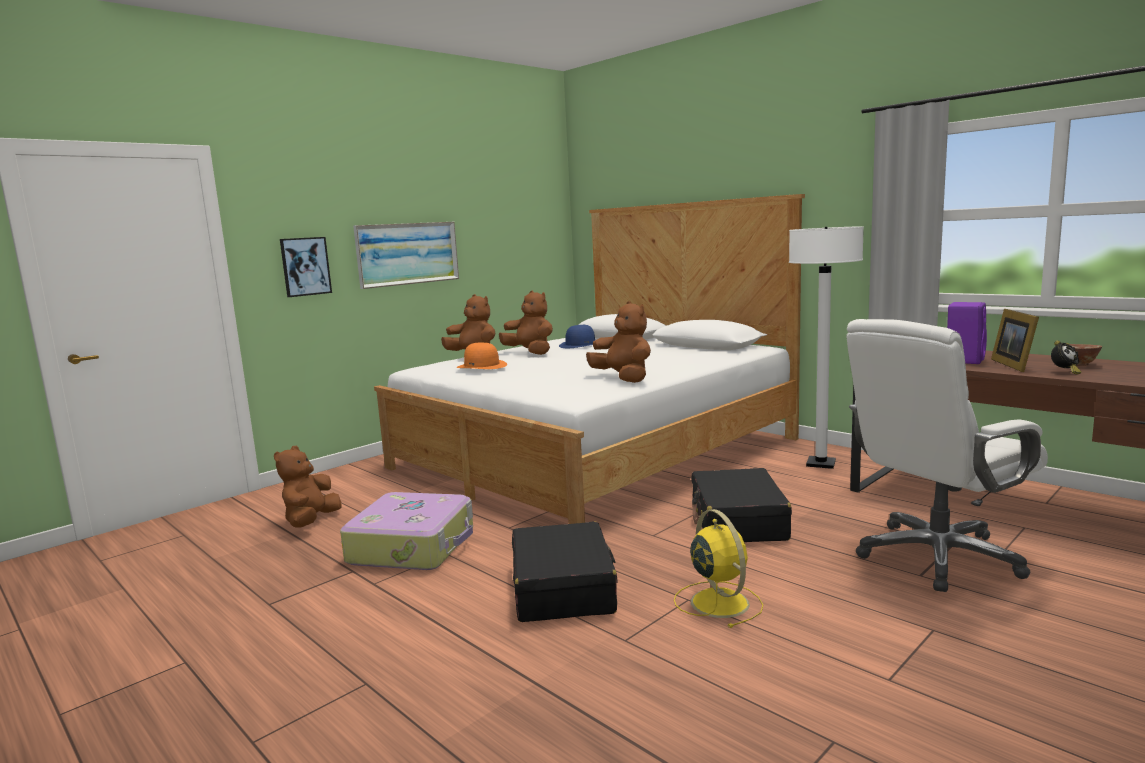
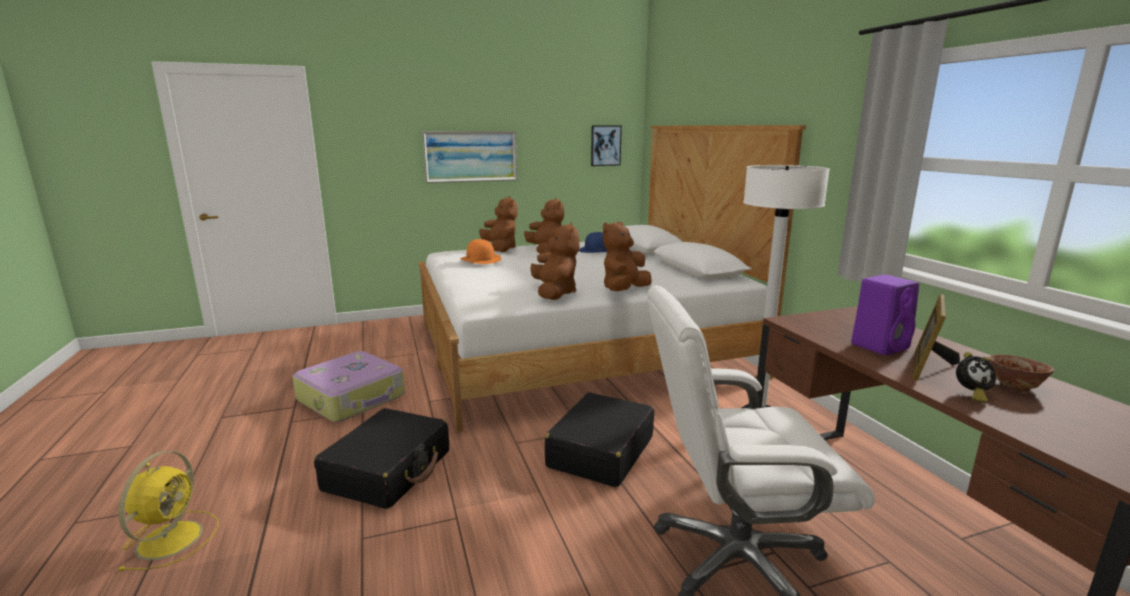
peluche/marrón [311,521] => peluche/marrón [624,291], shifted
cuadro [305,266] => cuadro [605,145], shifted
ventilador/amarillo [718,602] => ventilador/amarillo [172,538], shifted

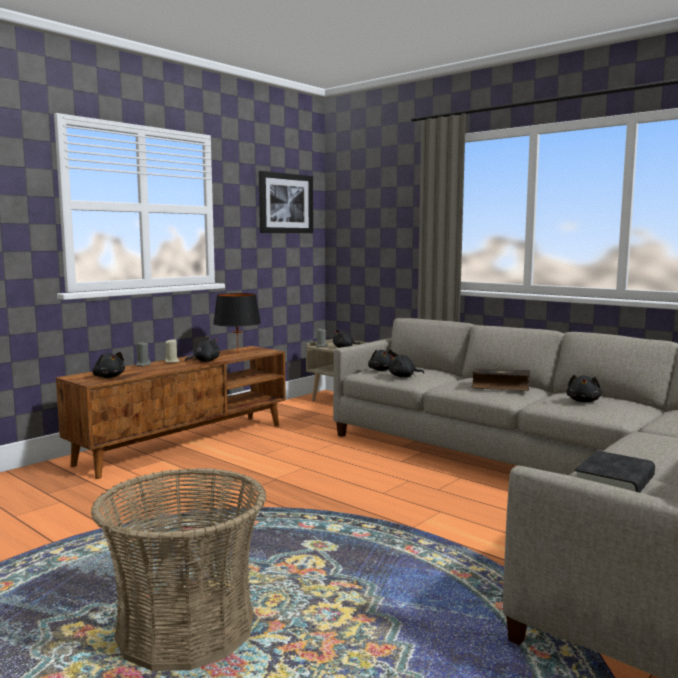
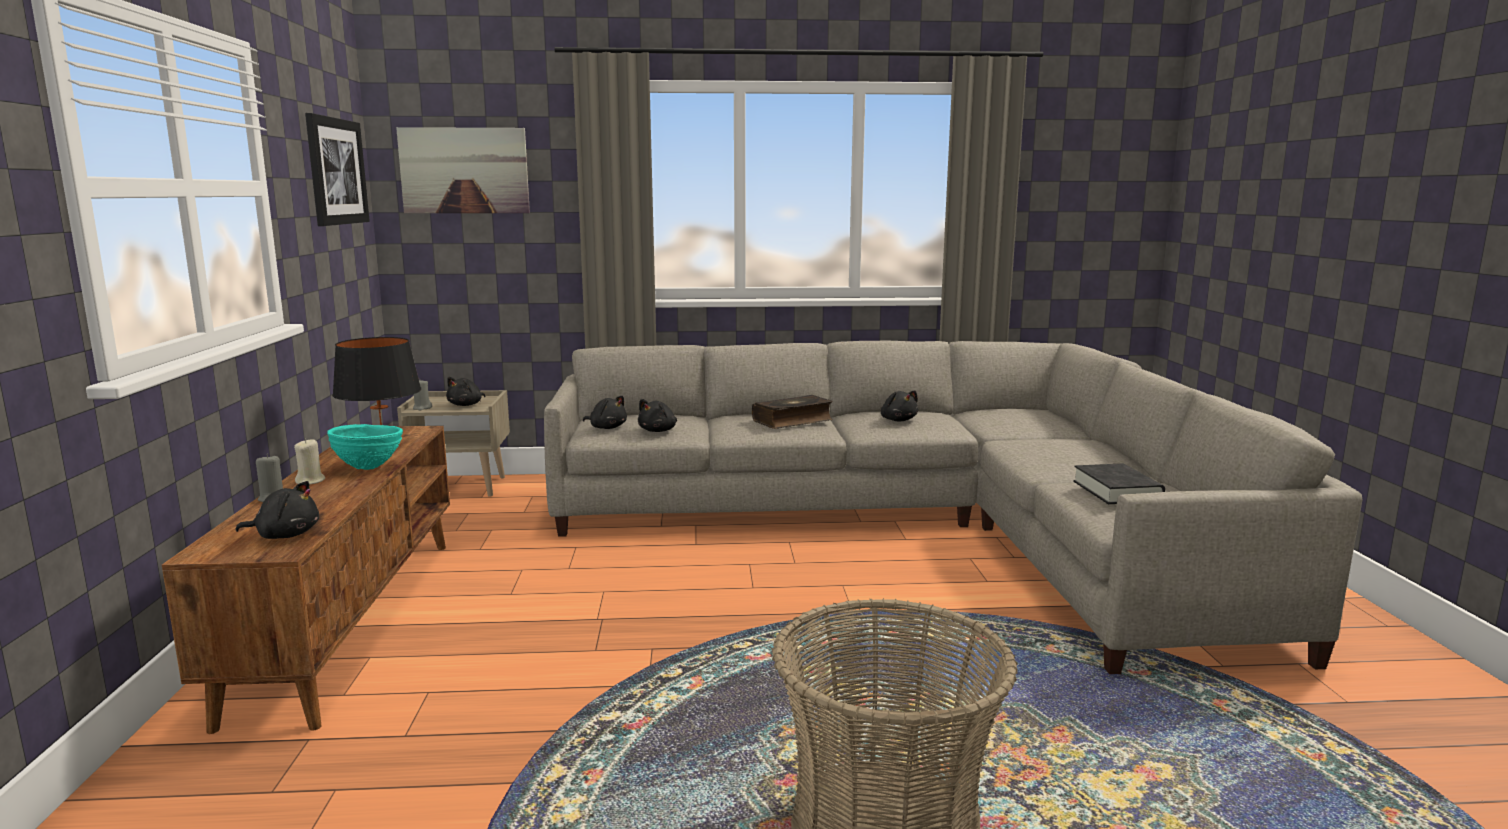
nothing => cuadro [464,170]
peluche/negro [204,361] => cuenco/turquesa [369,468]

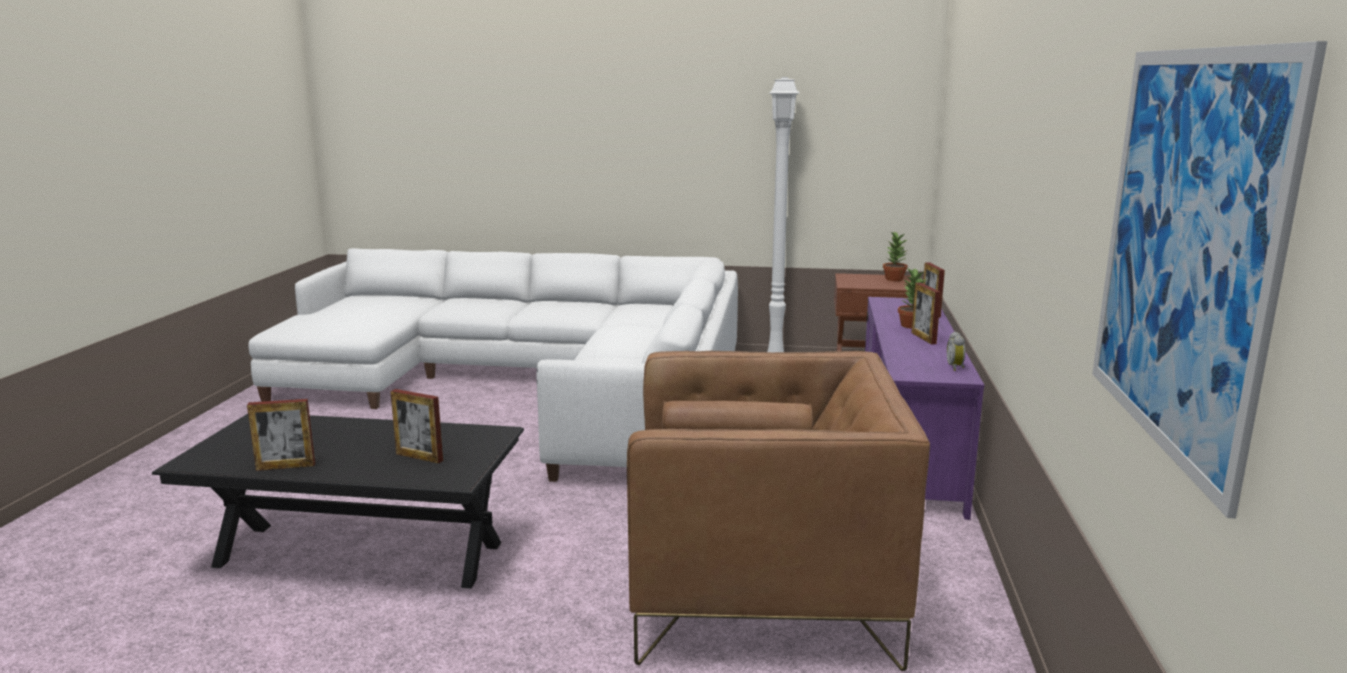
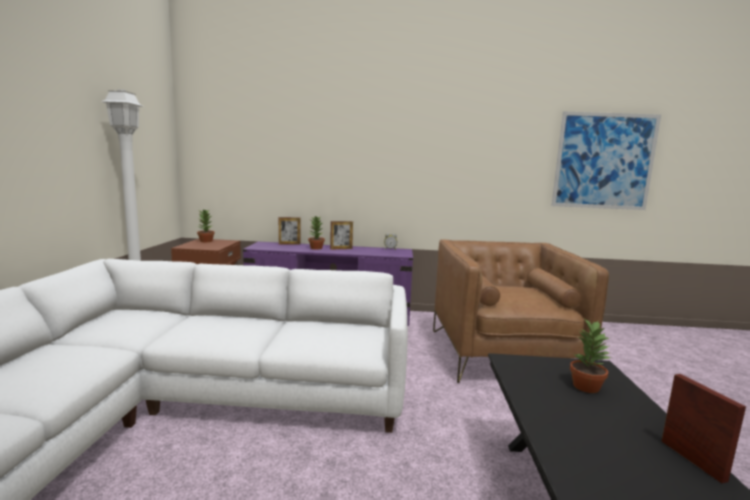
portarretratos [419,457] => planta en maceta [585,386]

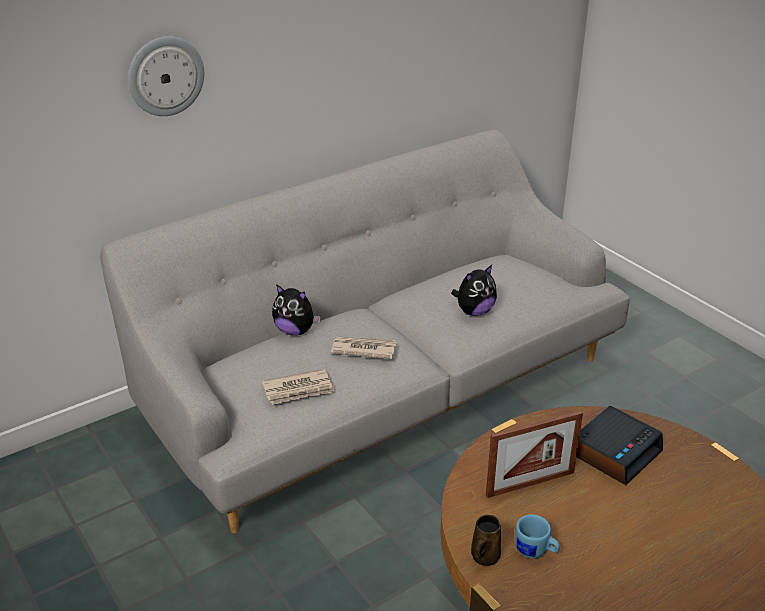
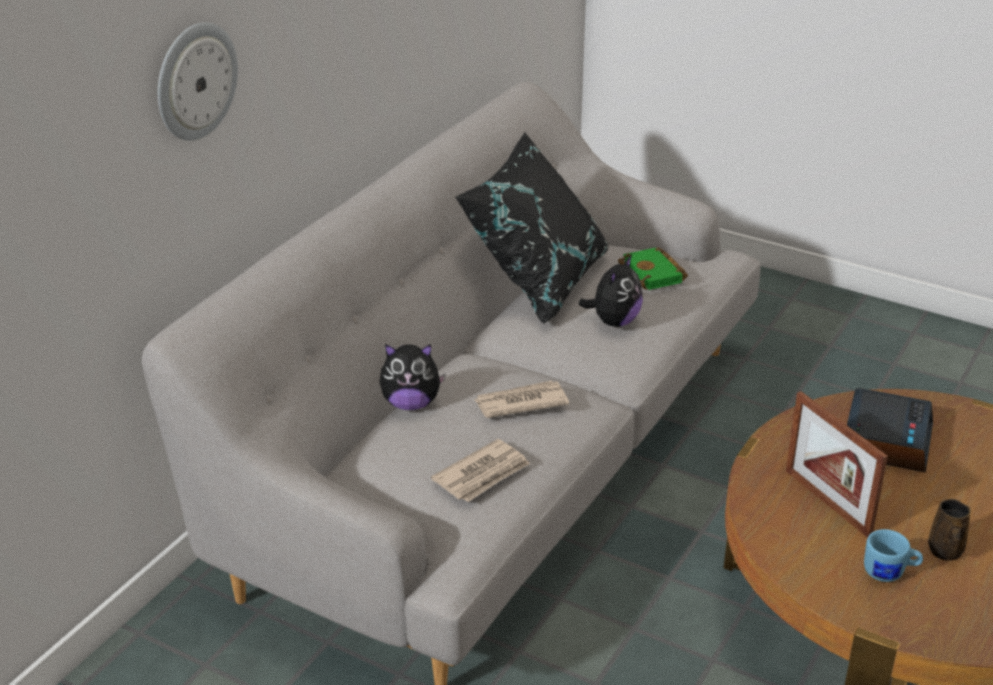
nothing => cojín/negro [536,281]
nothing => libro/verde [655,274]
taza grande/marrón [484,557] => taza grande/marrón [945,552], shifted
portarretratos [530,484] => portarretratos [827,502], 105 degrees clockwise

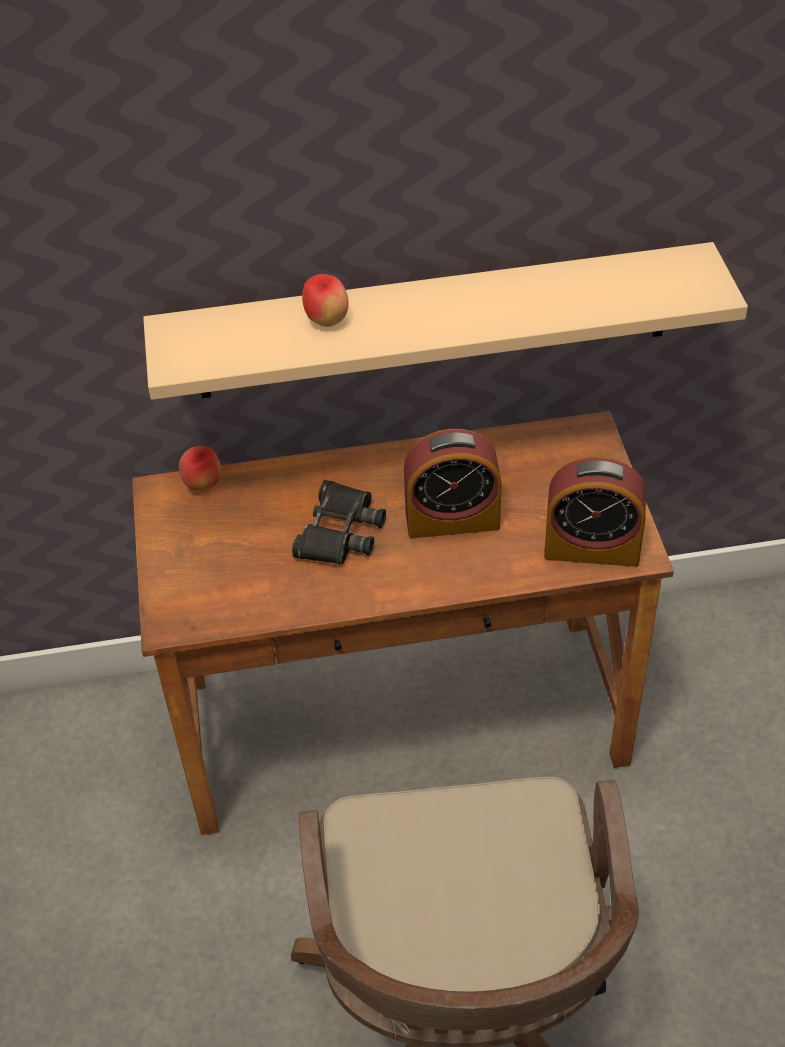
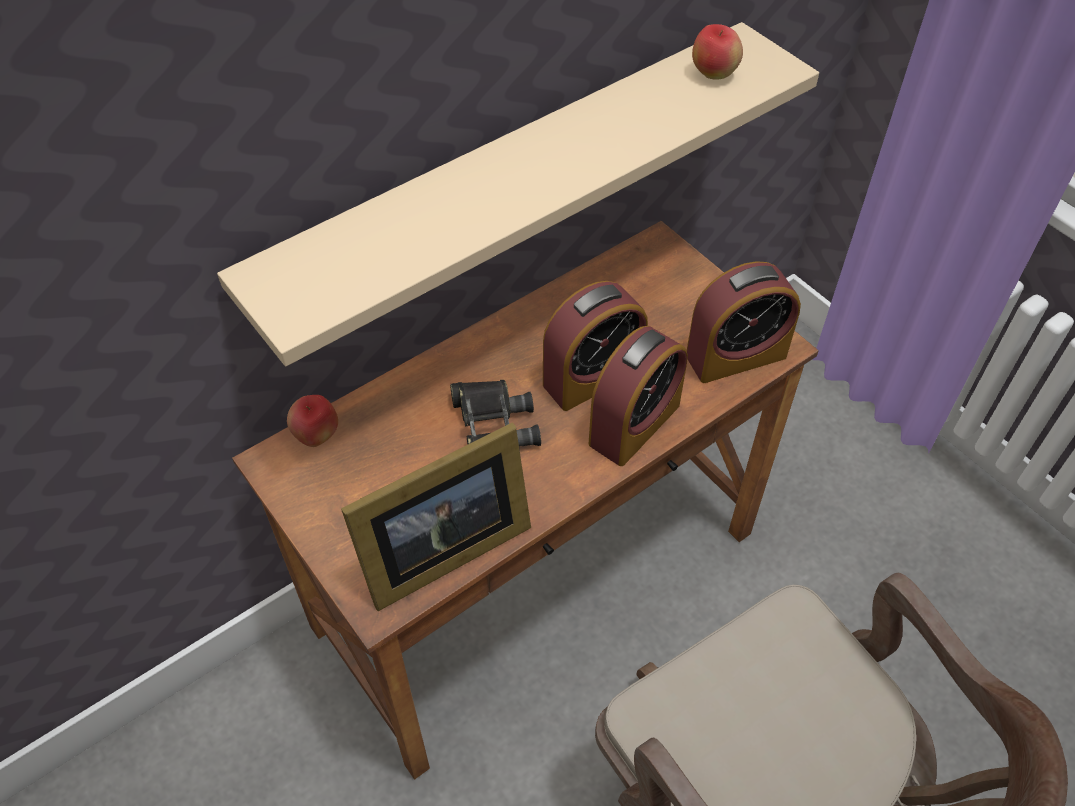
nothing => portarretratos [438,551]
nothing => despertador [634,424]
manzana [327,321] => manzana [713,74], shifted

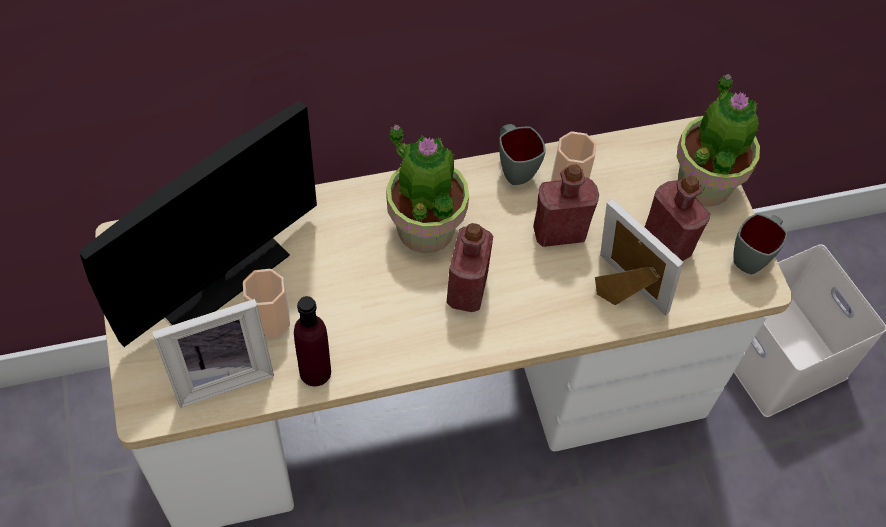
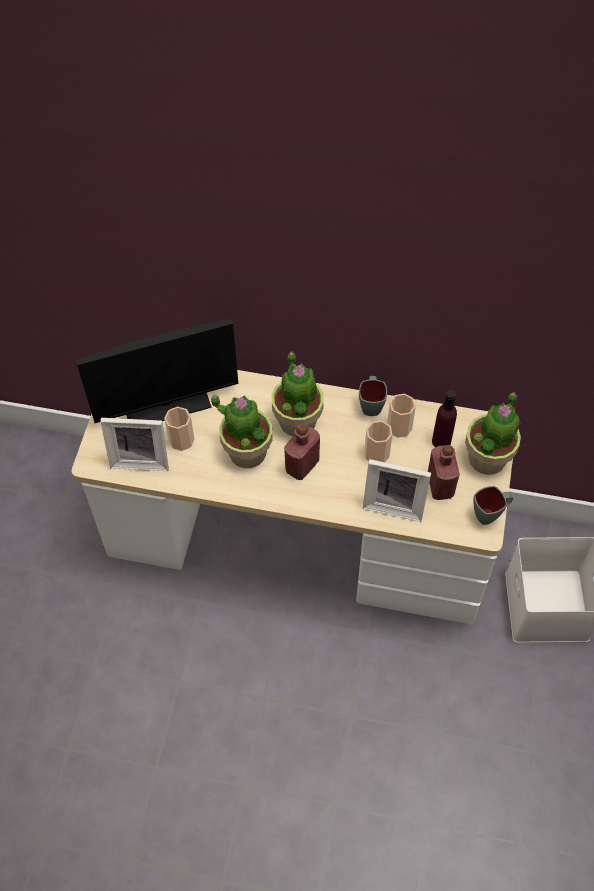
nothing => planta en maceta [247,451]
botella/morado [315,371] => botella/morado [441,441], shifted
botella/rojo [559,232] => taza [376,454]
portarretratos [622,292] => portarretratos [394,503], 120 degrees clockwise

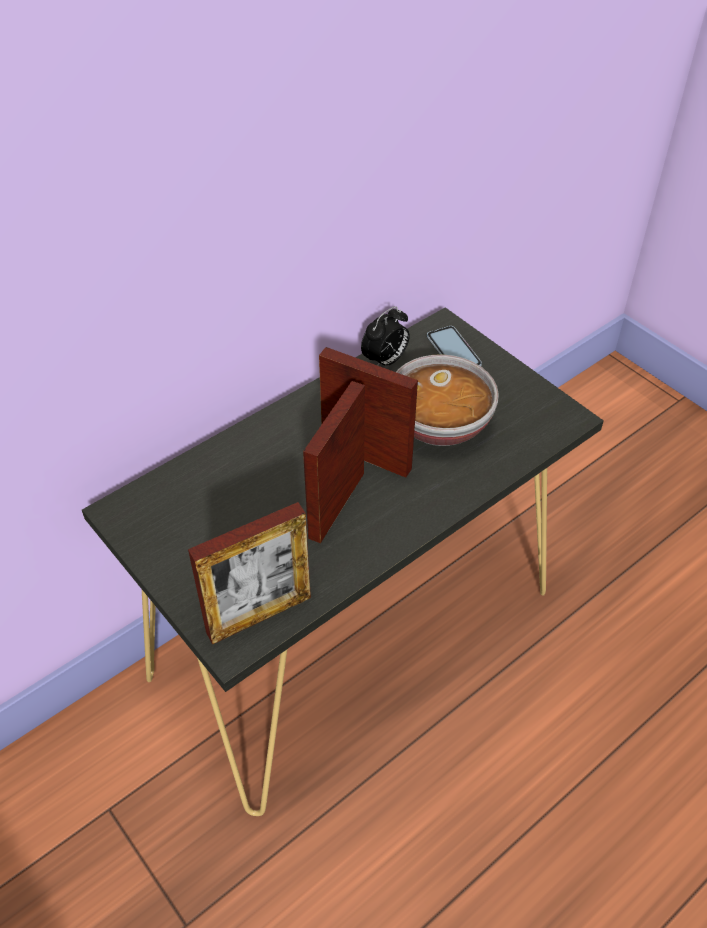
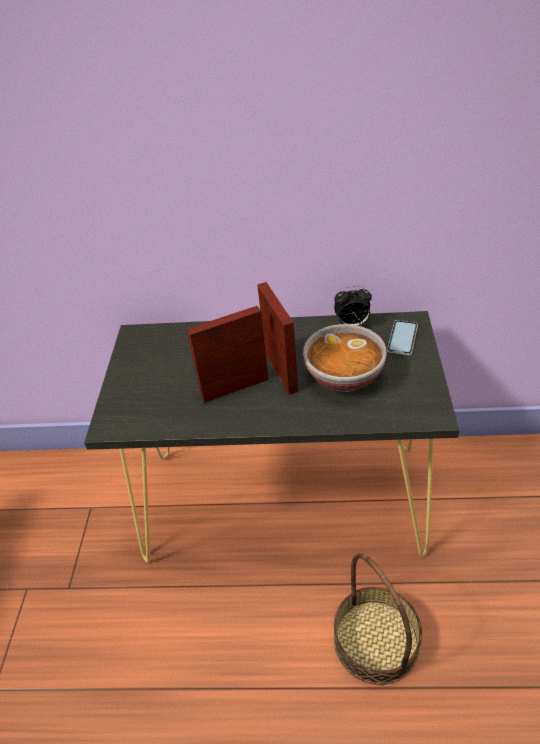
portarretratos [259,615] => nothing
nothing => cesta [376,640]

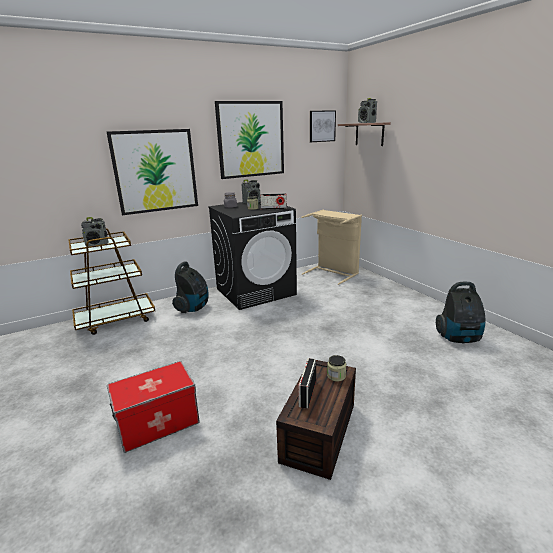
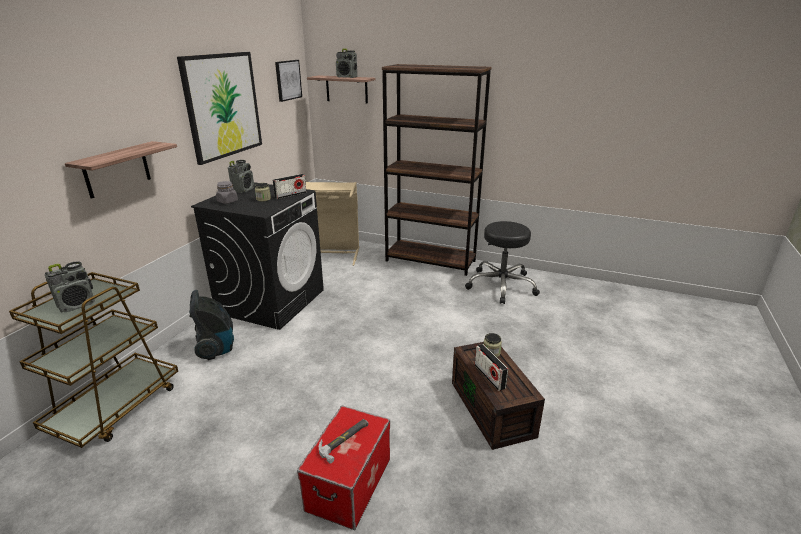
nothing => martillo [345,440]
nothing => estantería/marrón [430,261]
cuadro [155,171] => estante [117,169]
aspiradora [459,338] => taburete/negro [501,285]

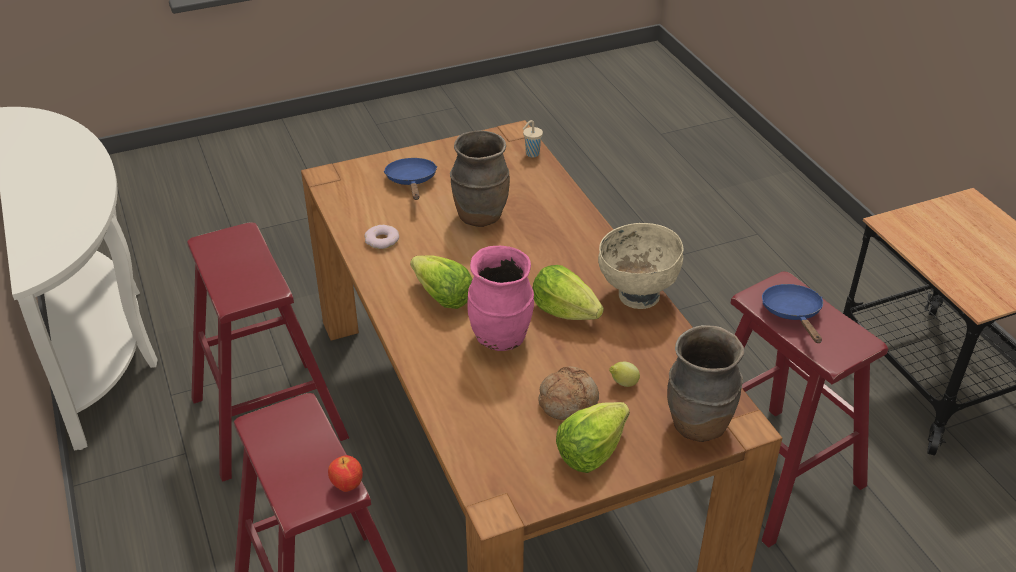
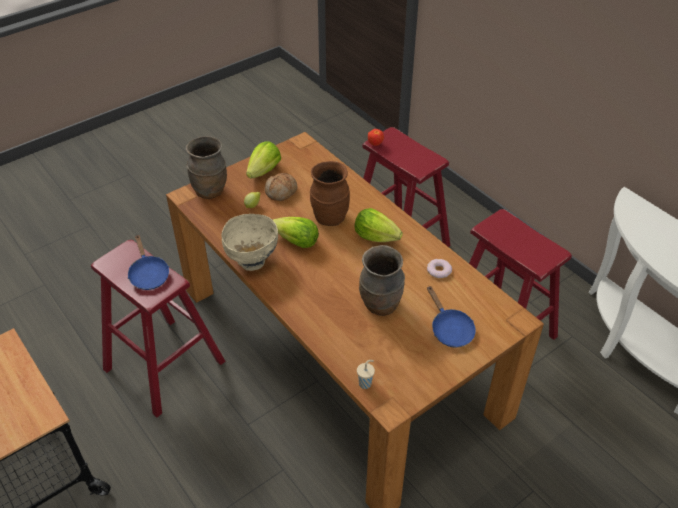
florero/rosa [501,338] => florero/marrón [329,218]

